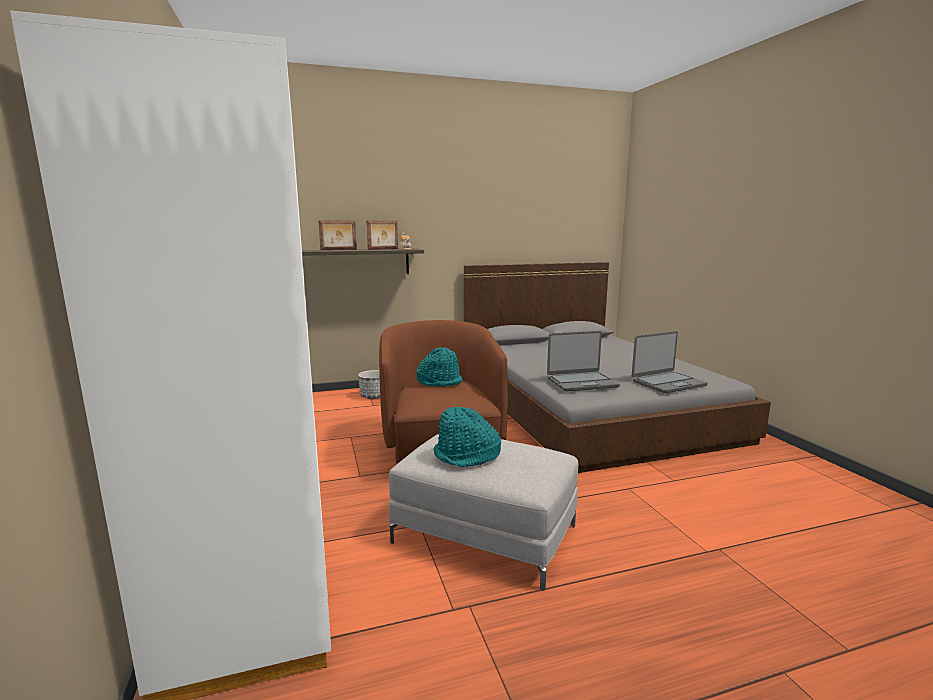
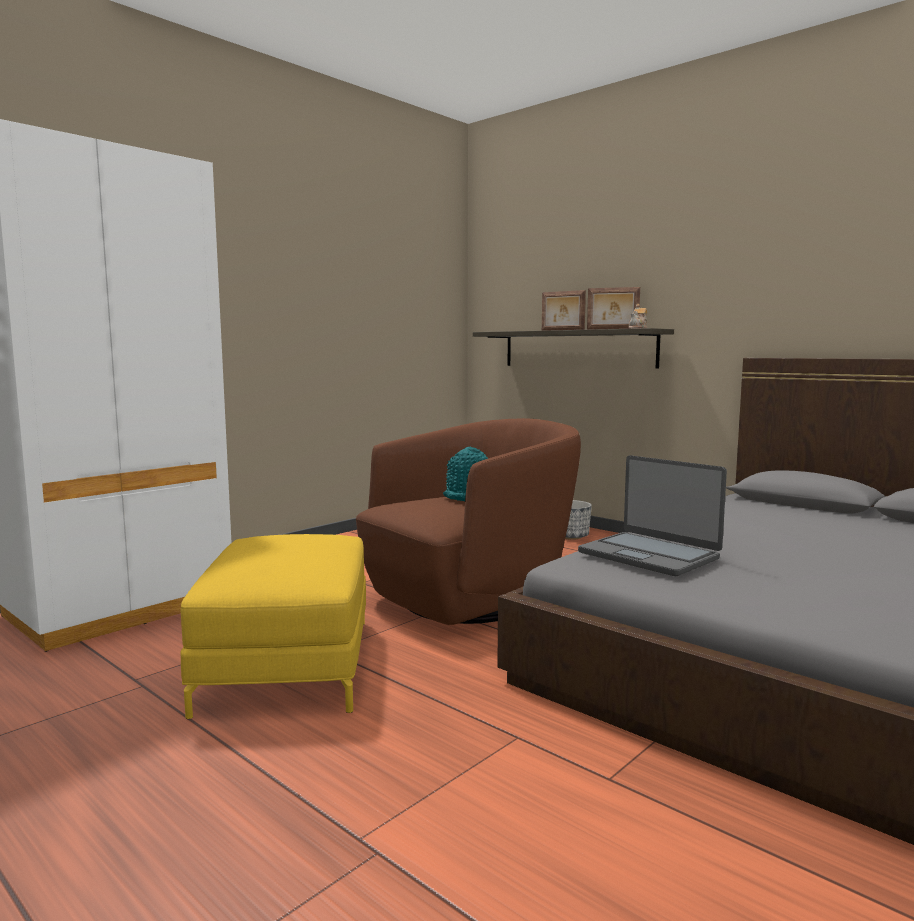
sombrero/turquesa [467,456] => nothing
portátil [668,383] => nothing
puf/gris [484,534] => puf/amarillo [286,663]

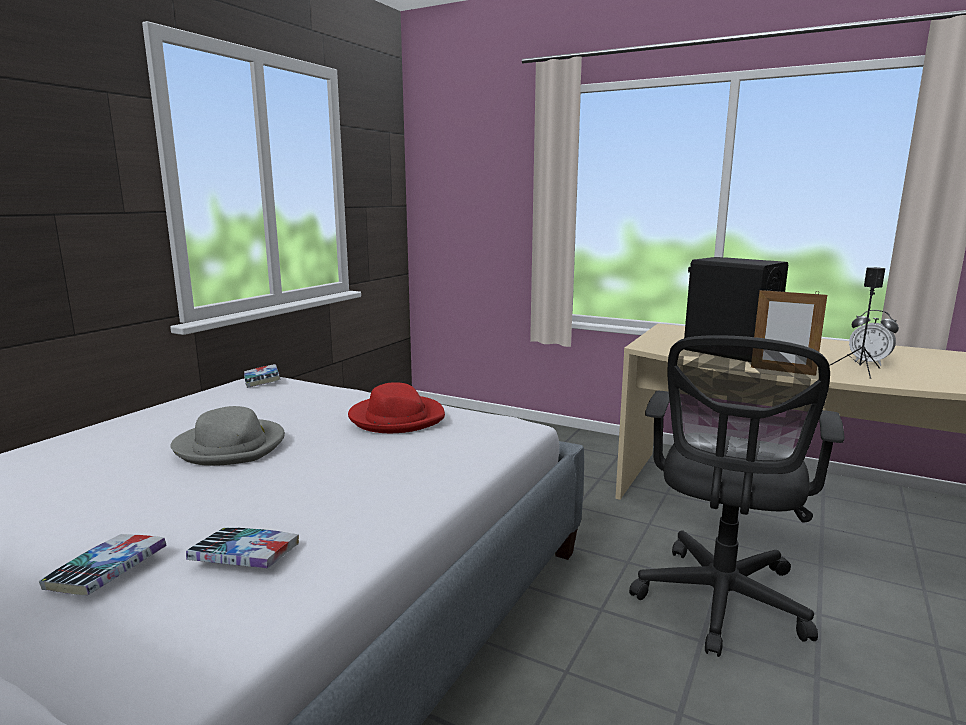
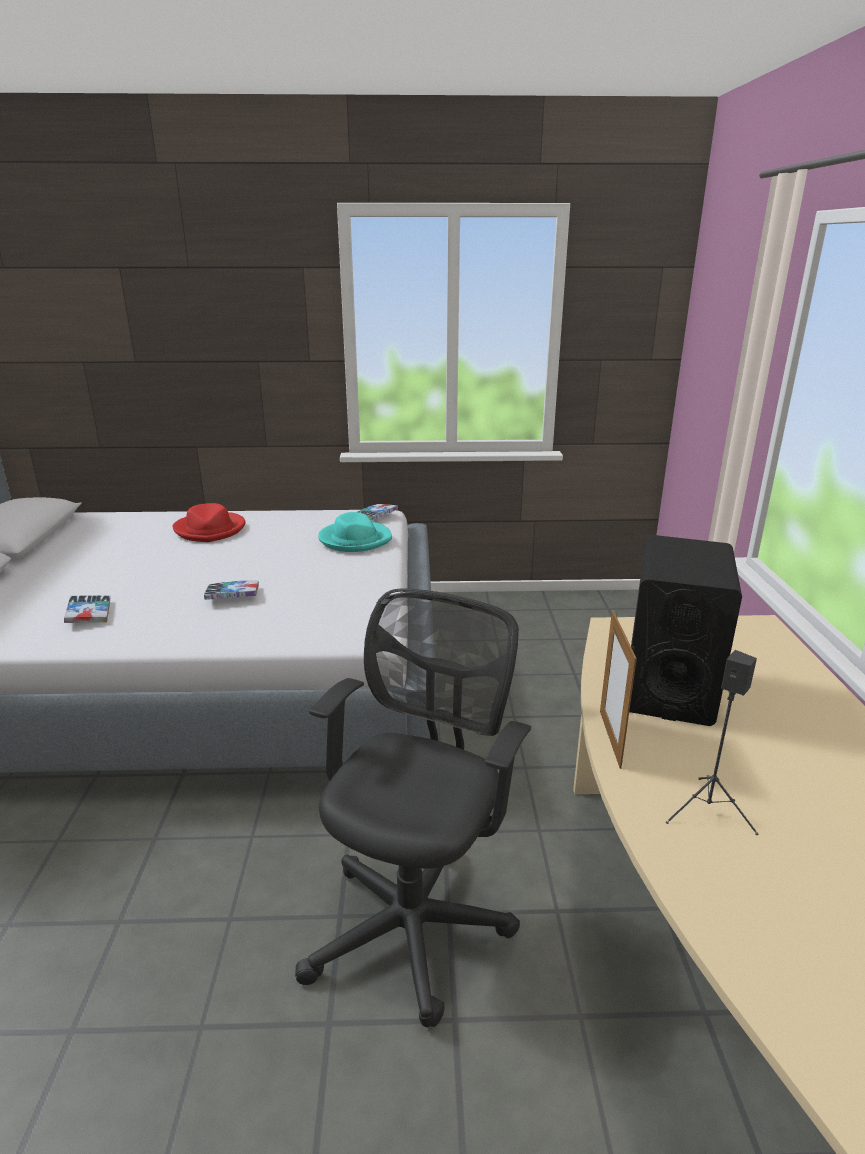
sombrero/gris [231,446] => nothing
despertador [868,362] => nothing
nothing => sombrero/turquesa [355,539]
libro [107,572] => libro [232,595], shifted
sombrero/rojo [396,418] => sombrero/rojo [210,530], shifted
silla de oficina/negro [720,603] => silla de oficina/negro [415,920], 120 degrees clockwise

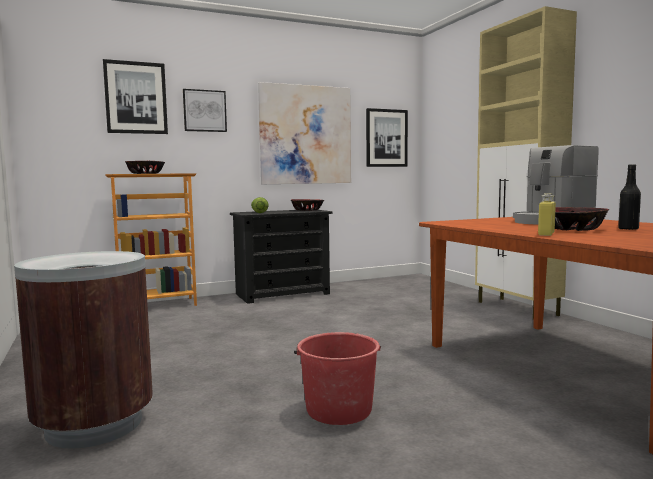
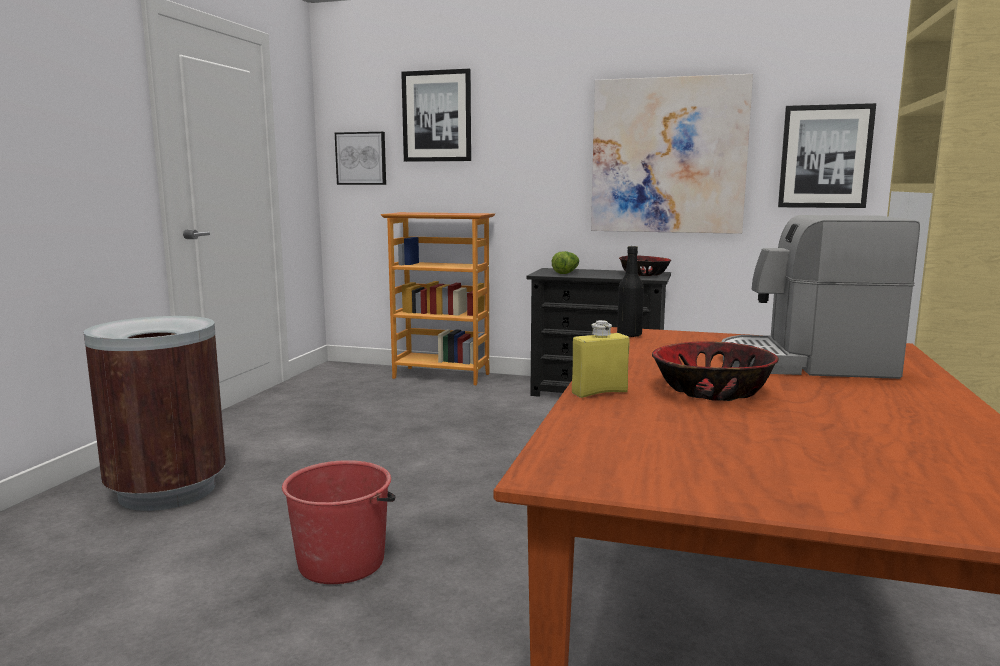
cuenco [145,173] => nothing
cuadro [204,111] => cuadro [361,158], shifted
botella/negro [628,229] => botella/negro [629,335], shifted

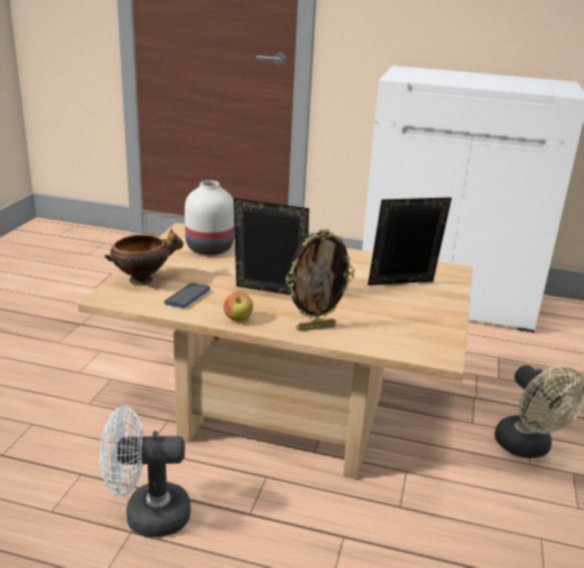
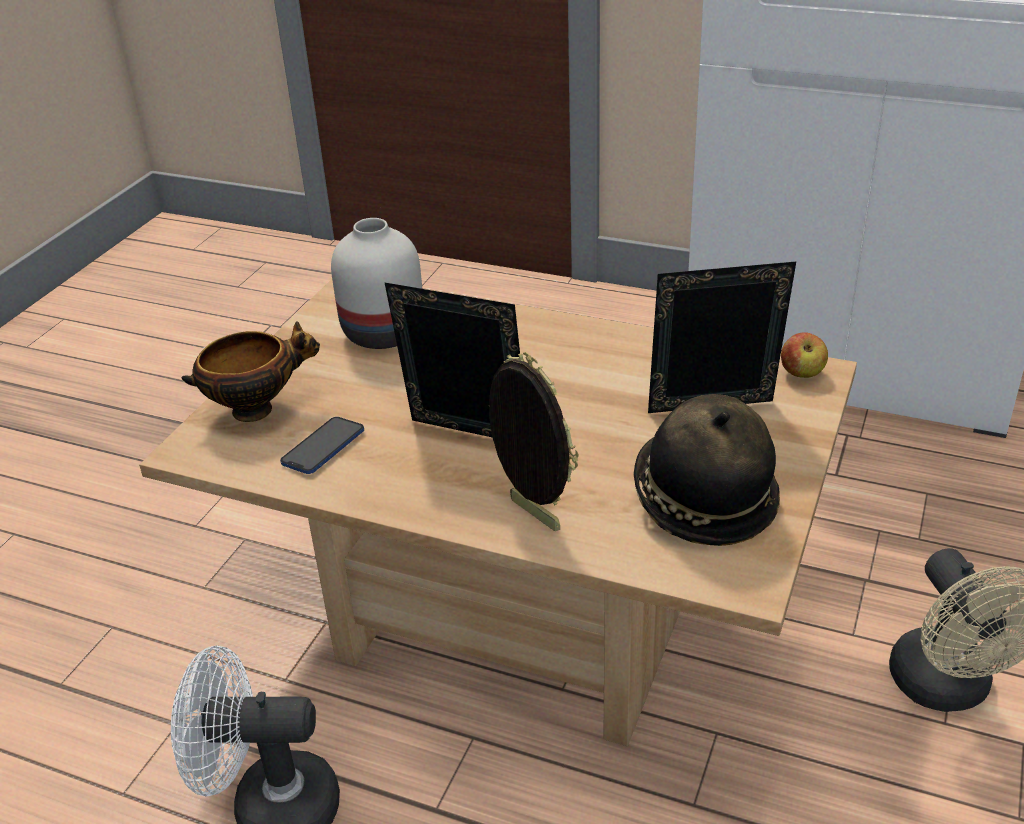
nothing => sombrero [702,500]
manzana [238,319] => manzana [802,374], shifted
portarretratos [315,327] => portarretratos [532,515], 120 degrees counterclockwise

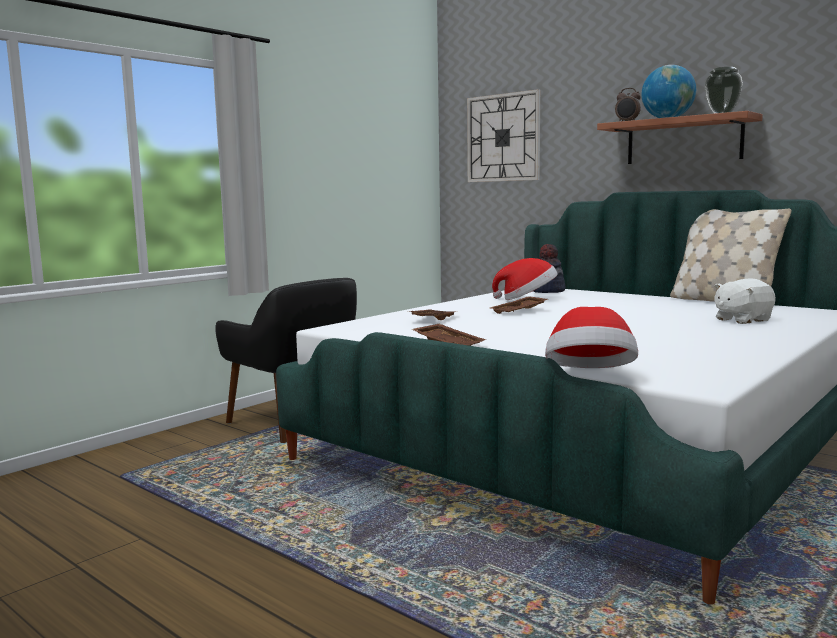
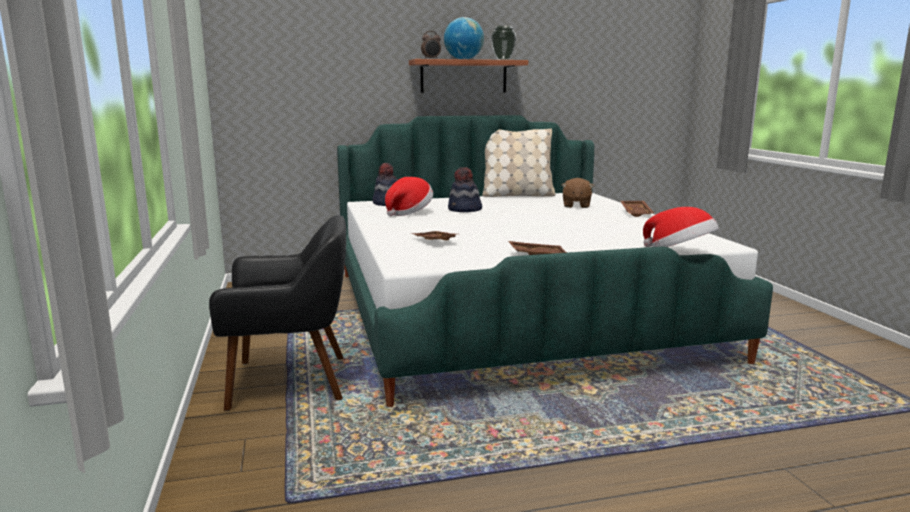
reloj de pared [503,138] => nothing
nothing => sombrero [464,210]
bandeja/marrón [519,311] => bandeja/marrón [637,213], shifted
peluche/blanco [742,320] => peluche/marrón [576,205]

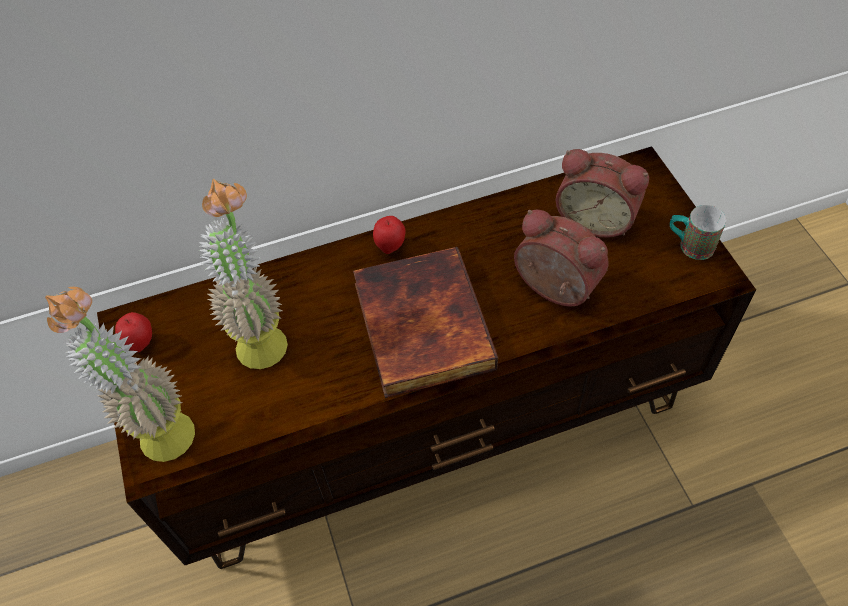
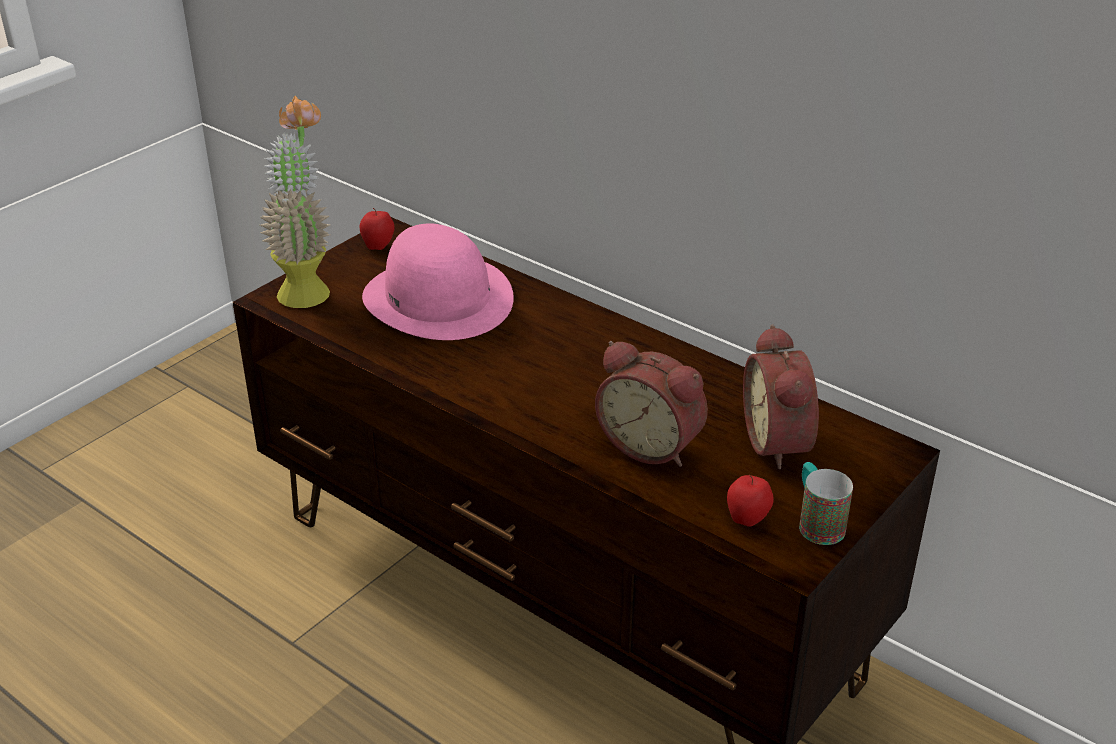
libro [419,325] => nothing
manzana [390,247] => manzana [747,521], shifted
planta en maceta [261,335] => sombrero/rosa [438,298]
despertador [553,290] => despertador [652,444], 120 degrees clockwise

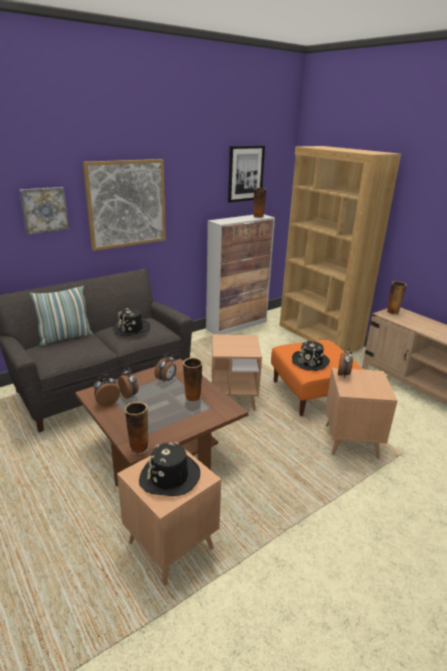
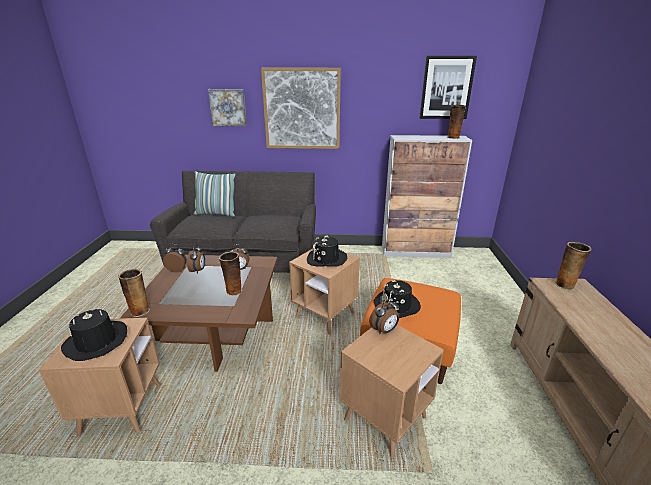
estantería/marrón [319,336] => nothing
sombrero/negro [131,329] => sombrero/negro [326,259], shifted

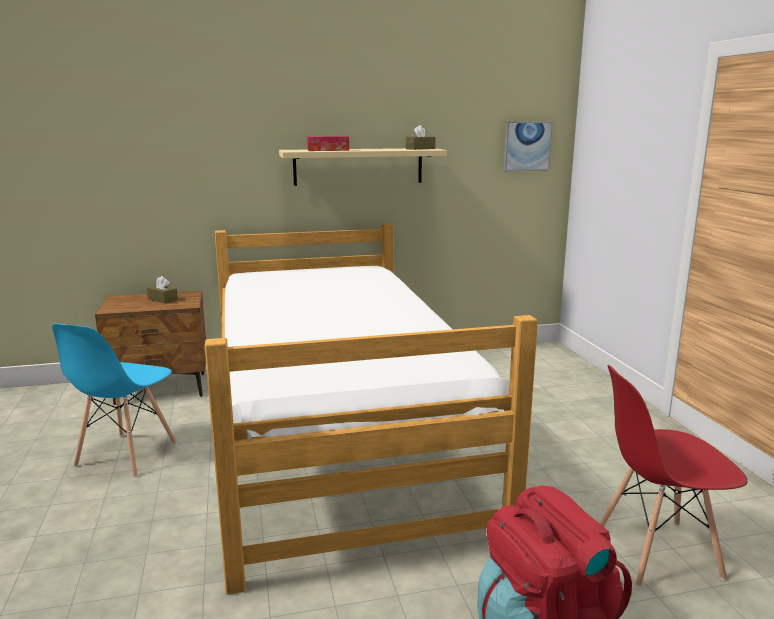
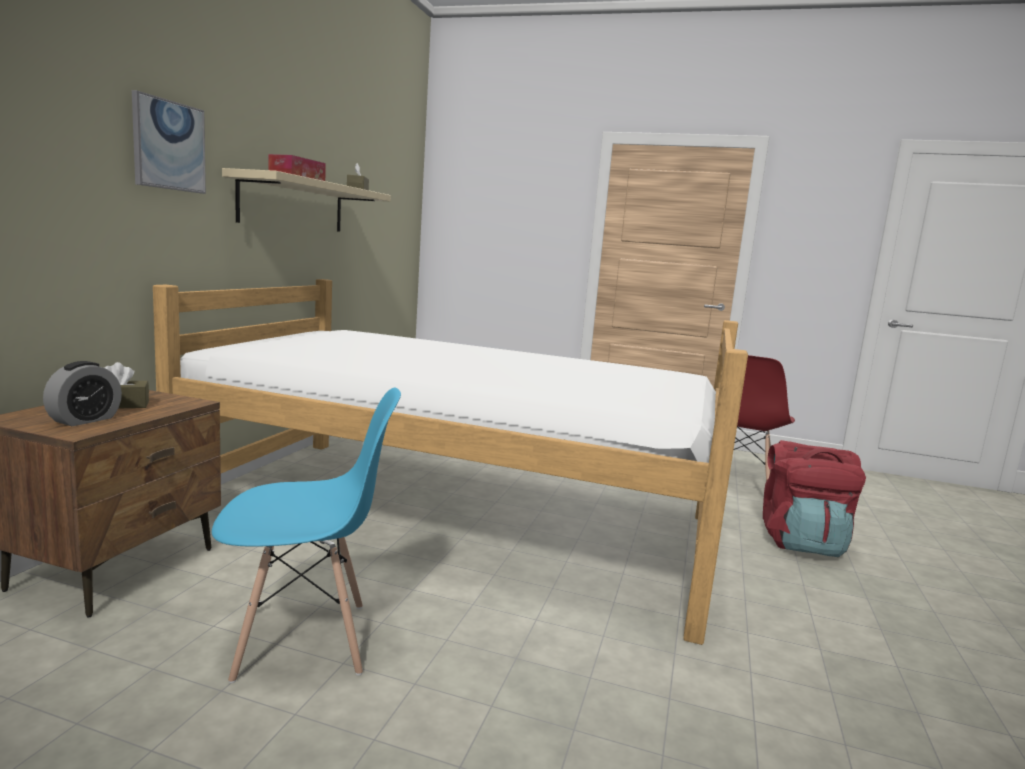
nothing => despertador [85,420]
cuadro [527,146] => cuadro [168,145], shifted
silla/azul [126,455] => silla/azul [304,641], 60 degrees counterclockwise

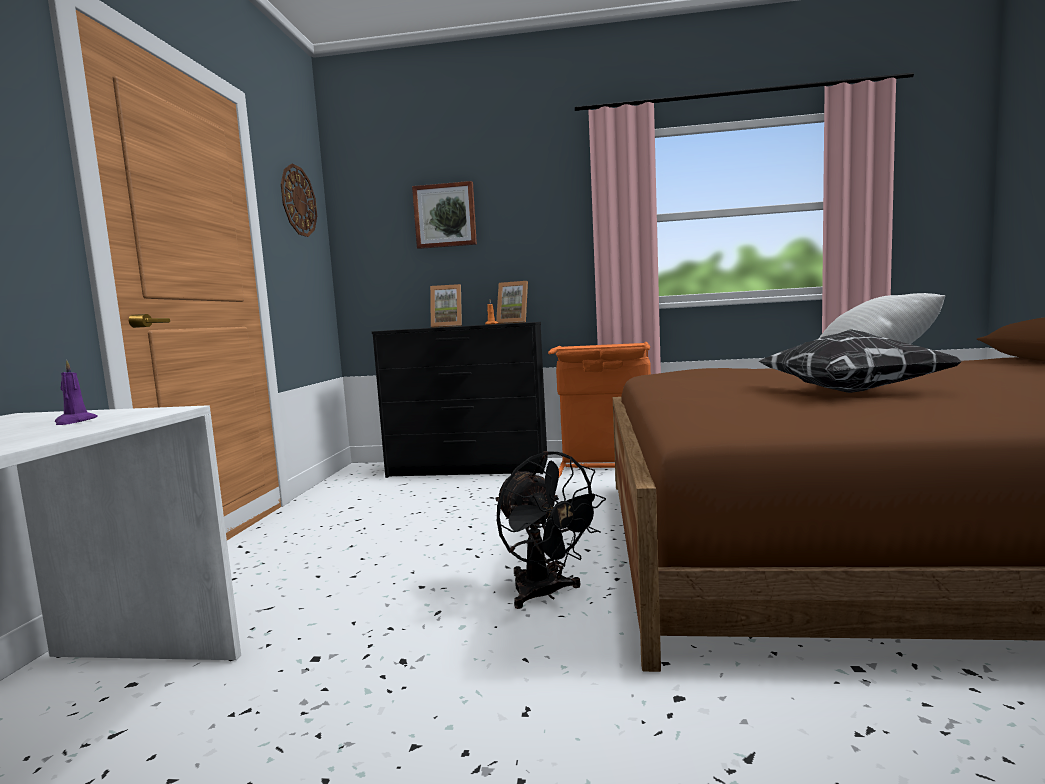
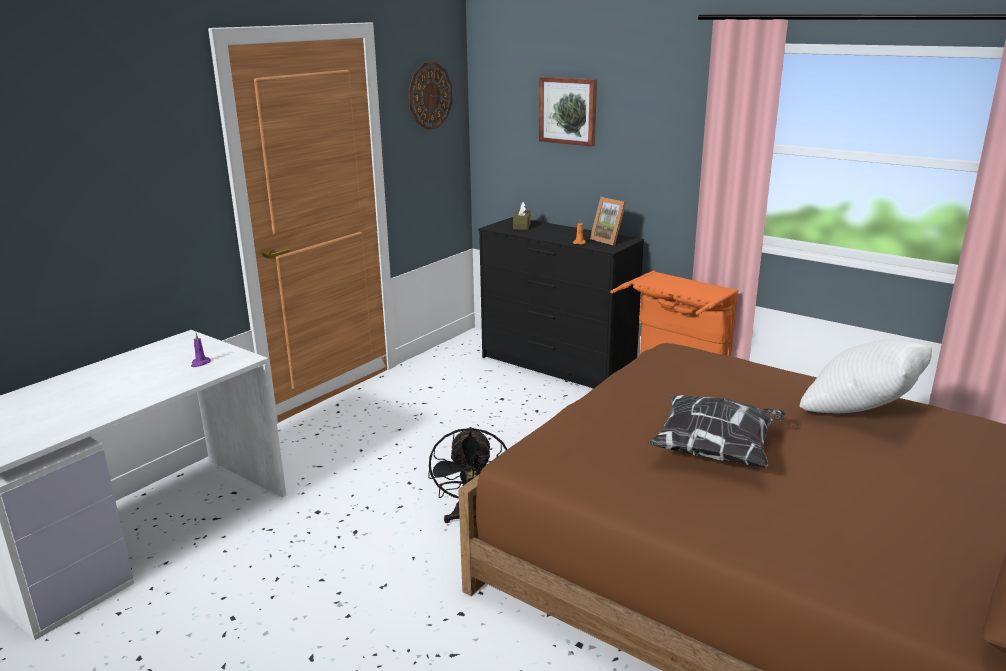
portarretratos [448,326] => nothing
nothing => caja de pañuelos/marrón [521,226]

